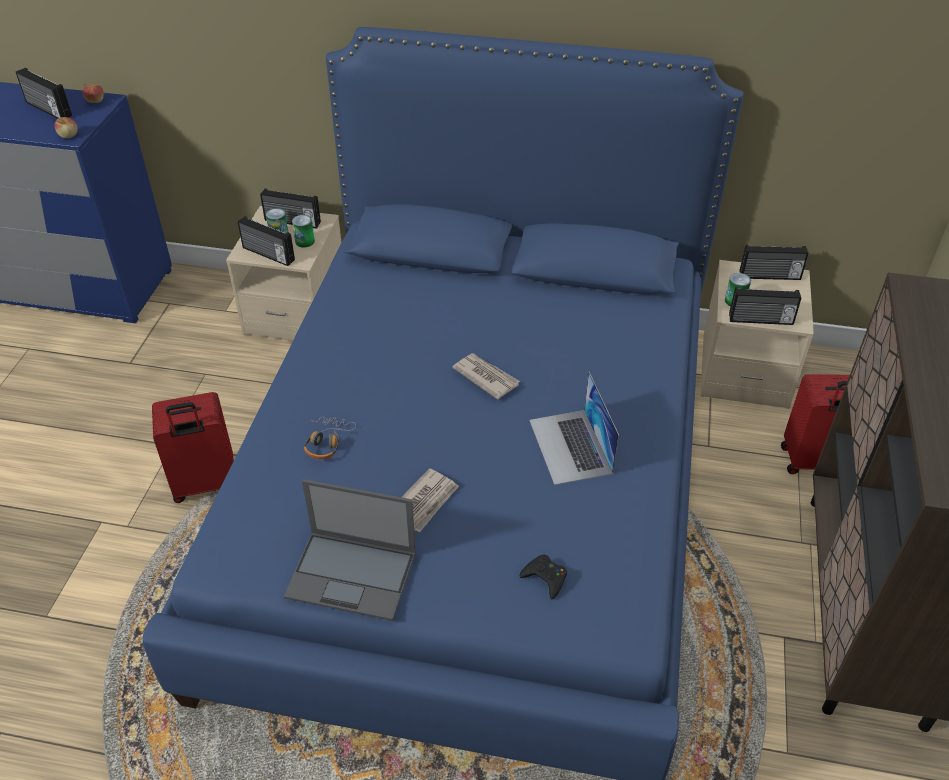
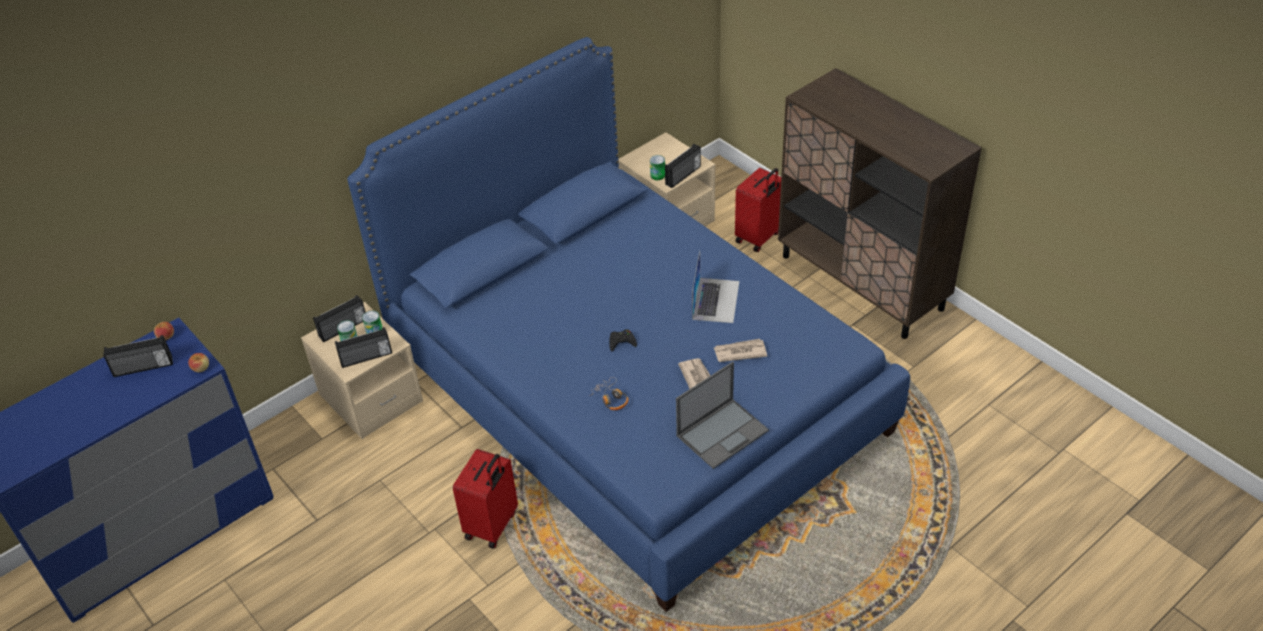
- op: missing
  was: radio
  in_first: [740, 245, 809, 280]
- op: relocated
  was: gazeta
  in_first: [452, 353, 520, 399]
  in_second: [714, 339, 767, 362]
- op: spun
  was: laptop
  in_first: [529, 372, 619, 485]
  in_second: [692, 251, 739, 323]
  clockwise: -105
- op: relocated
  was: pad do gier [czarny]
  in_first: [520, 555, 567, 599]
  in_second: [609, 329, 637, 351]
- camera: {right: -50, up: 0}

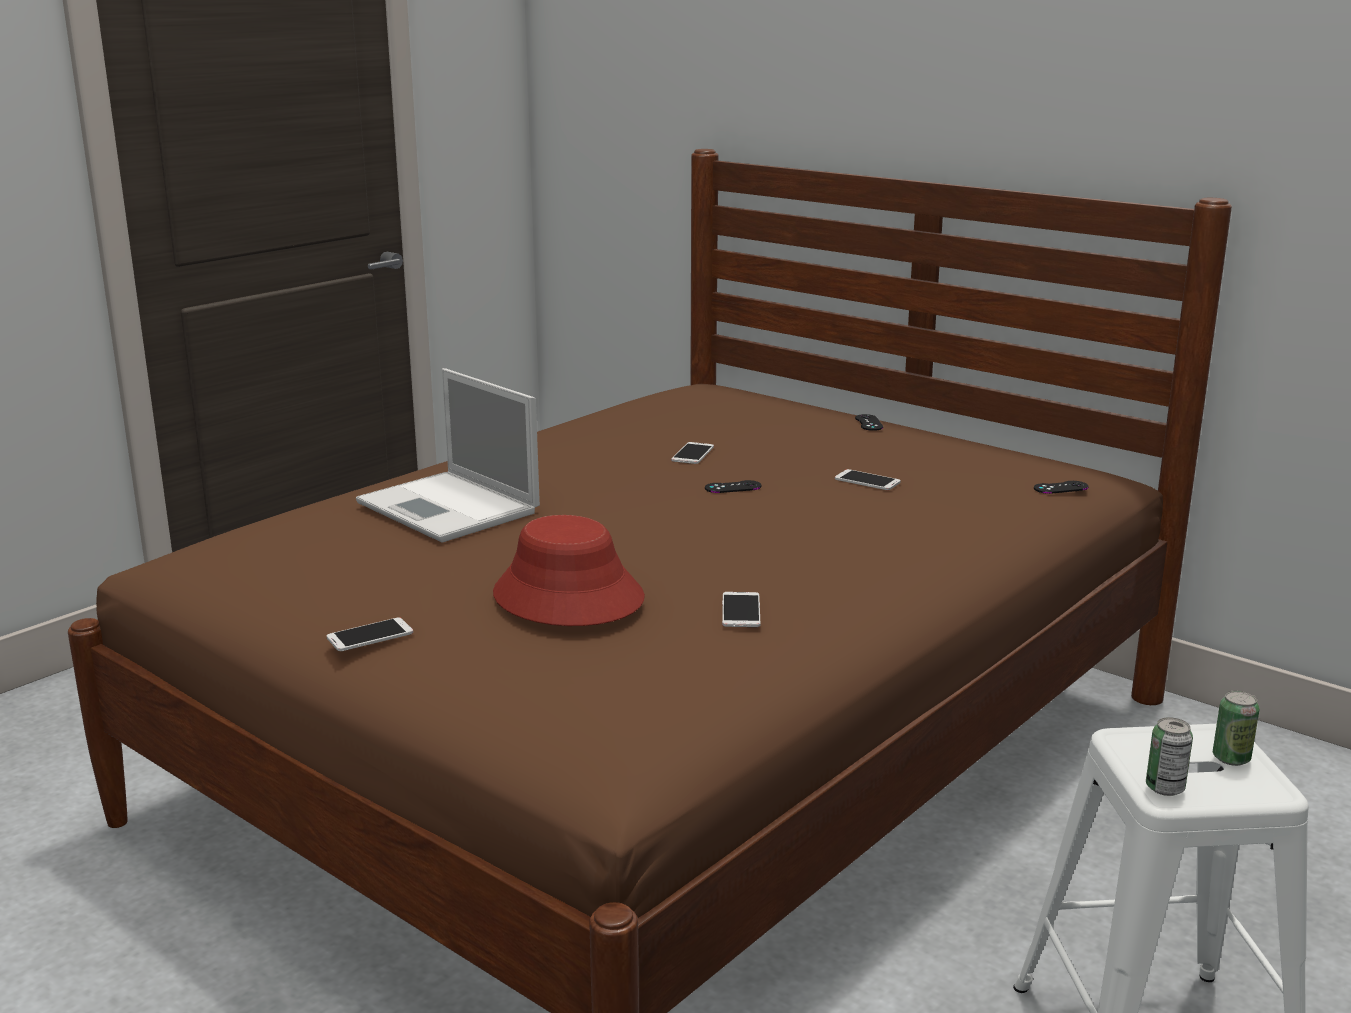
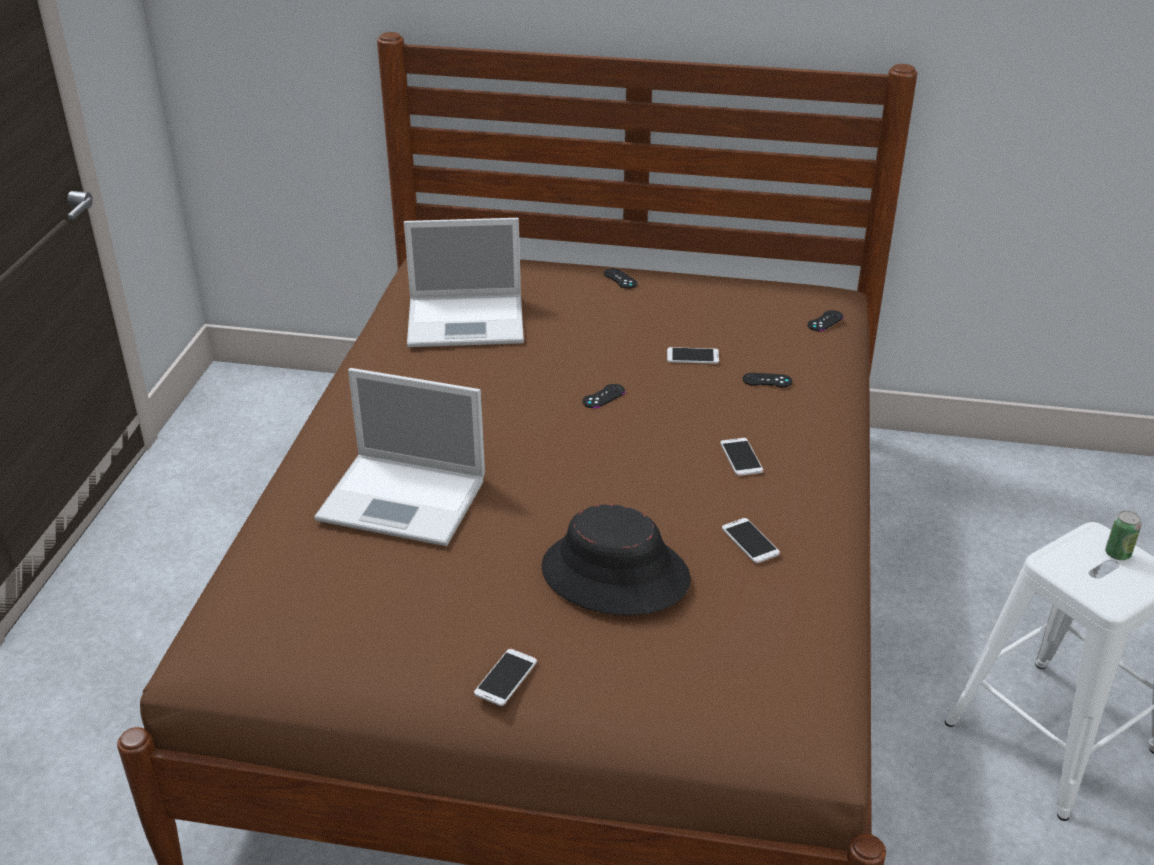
- op: relocated
  was: telefon
  in_first: [671, 442, 714, 464]
  in_second: [720, 438, 763, 476]
- op: colour
  was: kapelusz [czerwony]
  now: kapelusz [czarny]
  in_first: [493, 515, 645, 626]
  in_second: [541, 504, 691, 615]
- op: missing
  was: puszka
  in_first: [1146, 717, 1193, 796]
- op: appeared
  now: laptop
  in_second: [404, 218, 524, 347]
- op: appeared
  now: pad do gier [czarny]
  in_second: [743, 373, 792, 387]
- camera: {right: -30, up: 15}

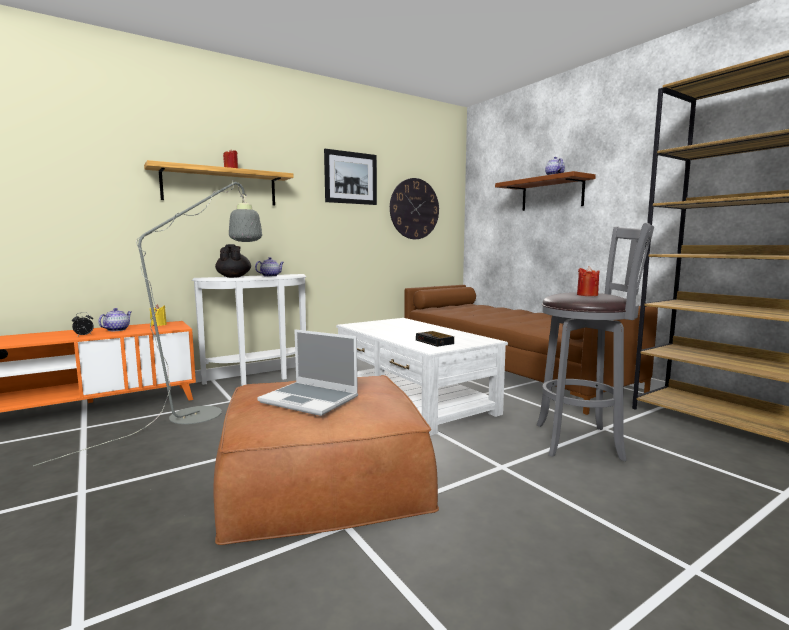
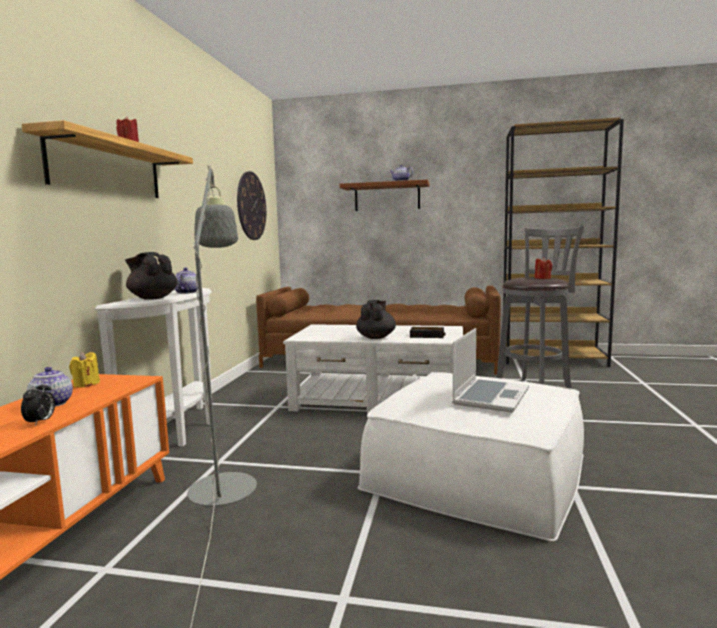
- op: missing
  was: obraz
  in_first: [324, 149, 377, 205]
- op: spun
  was: laptop
  in_first: [257, 329, 358, 416]
  in_second: [452, 328, 529, 413]
  clockwise: -45
- op: colour
  was: pufa [brązowy]
  now: pufa [biały]
  in_first: [214, 375, 439, 545]
  in_second: [358, 372, 584, 542]
- op: appeared
  now: imbryk [czarny]
  in_second: [356, 300, 396, 339]
- camera: {right: -45, up: 0}

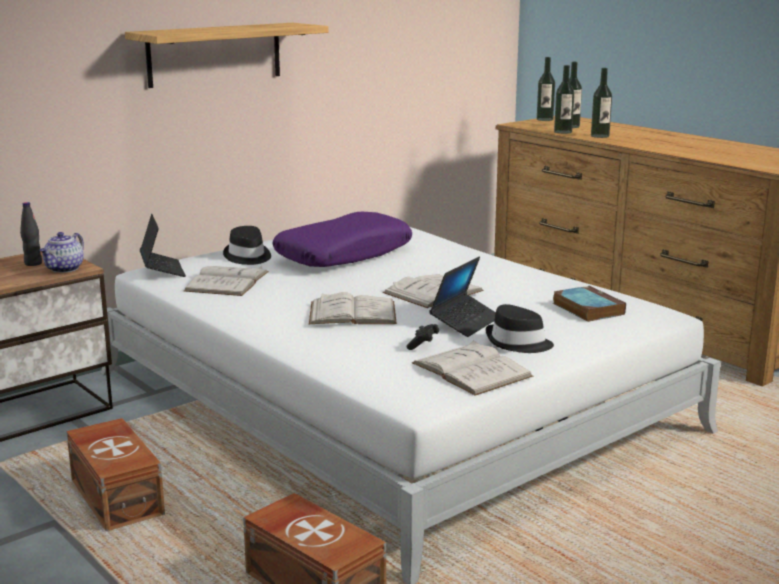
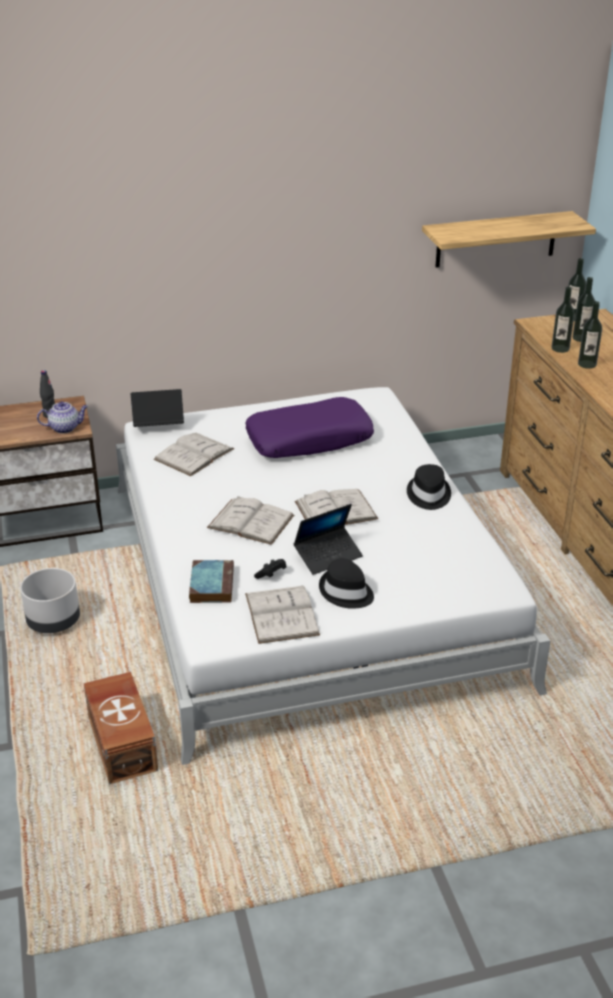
- op: relocated
  was: półka
  in_first: [125, 23, 328, 88]
  in_second: [422, 211, 596, 268]
- op: spun
  was: laptop
  in_first: [140, 214, 186, 277]
  in_second: [131, 389, 184, 427]
  clockwise: -105
- op: relocated
  was: kapelusz [czarny]
  in_first: [223, 226, 271, 265]
  in_second: [407, 464, 451, 510]
- op: spun
  was: imbryk
  in_first: [40, 232, 84, 273]
  in_second: [37, 402, 88, 433]
  clockwise: -150
- op: relocated
  was: książka
  in_first: [553, 286, 626, 322]
  in_second: [189, 560, 234, 603]
- op: exchanged
  was: pojemnik do przechowywania [brązowy]
  now: donica [szary]
  in_first: [66, 418, 165, 531]
  in_second: [20, 568, 80, 633]
- camera: {right: 25, up: 15}

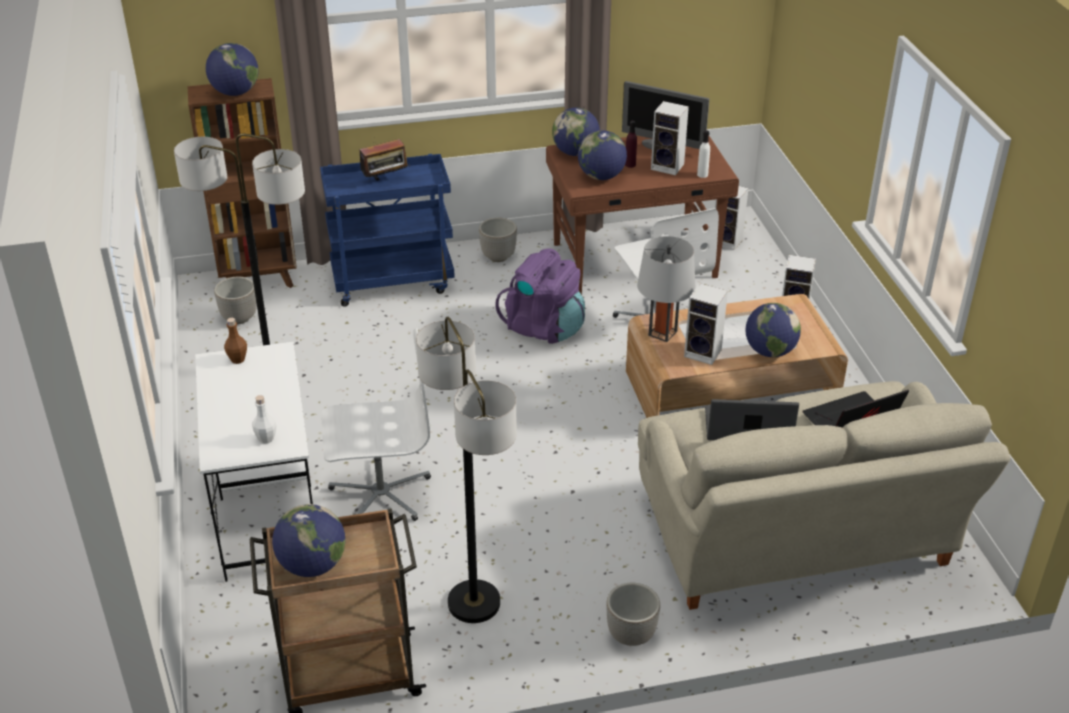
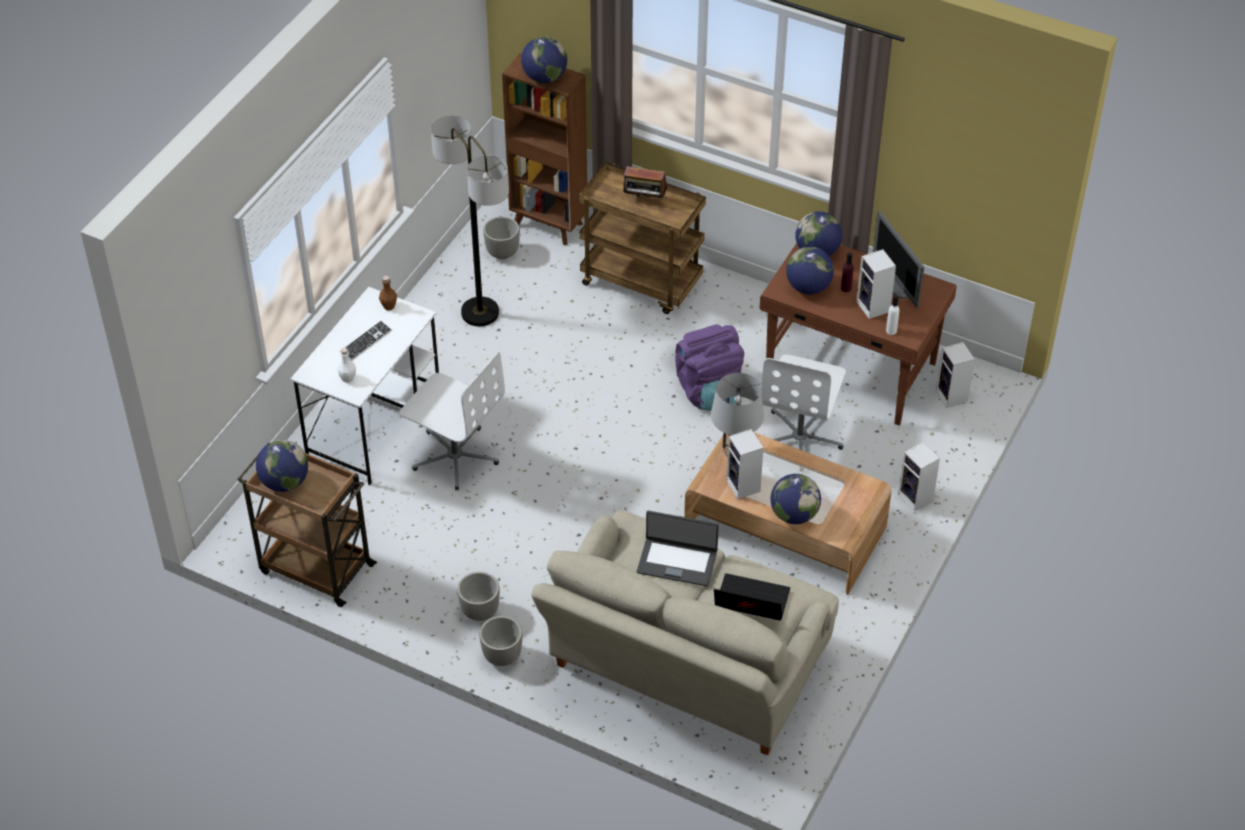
- op: colour
  was: wózek [niebieski]
  now: wózek [brązowy]
  in_first: [320, 154, 455, 307]
  in_second: [579, 162, 706, 314]
- op: relocated
  was: donica
  in_first: [479, 218, 517, 262]
  in_second: [457, 572, 500, 621]
- op: missing
  was: lampa stojąca
  in_first: [416, 317, 517, 623]
- op: spun
  was: laptop
  in_first: [705, 399, 799, 440]
  in_second: [637, 511, 719, 586]
  clockwise: 150
- op: appeared
  now: klawiatura
  in_second: [340, 320, 392, 361]
- camera: {right: 40, up: 10}

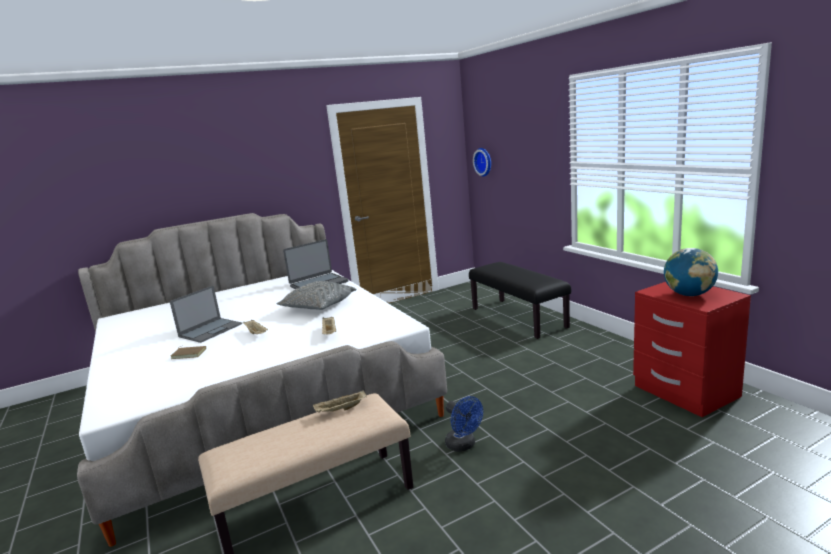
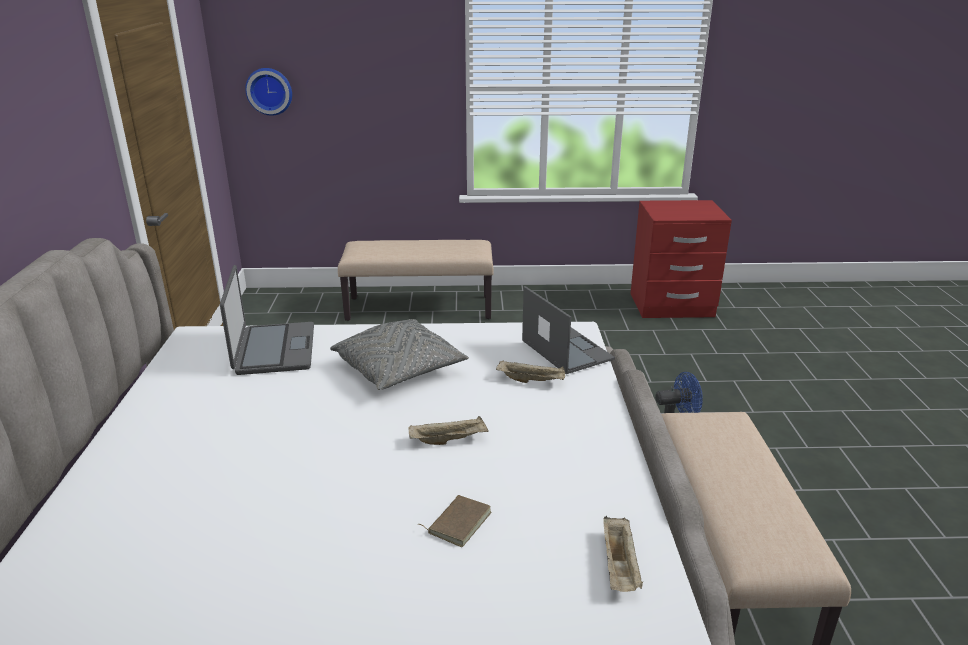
- op: missing
  was: globus
  in_first: [664, 248, 718, 296]
- op: colour
  was: ławka [czarny]
  now: ławka [beżowy]
  in_first: [469, 262, 571, 339]
  in_second: [338, 240, 494, 321]
- op: relocated
  was: laptop
  in_first: [170, 286, 242, 343]
  in_second: [522, 286, 615, 374]
- op: relocated
  was: taca [beżowy]
  in_first: [313, 390, 367, 412]
  in_second: [603, 516, 643, 592]
- camera: {right: -65, up: 10}

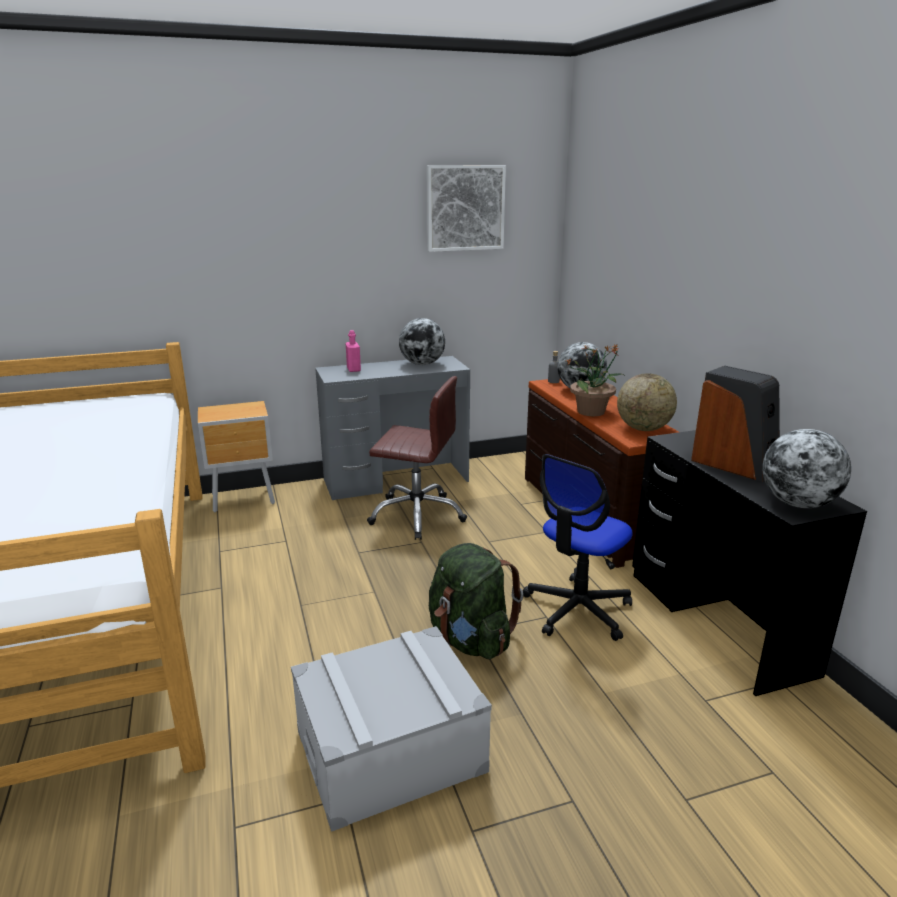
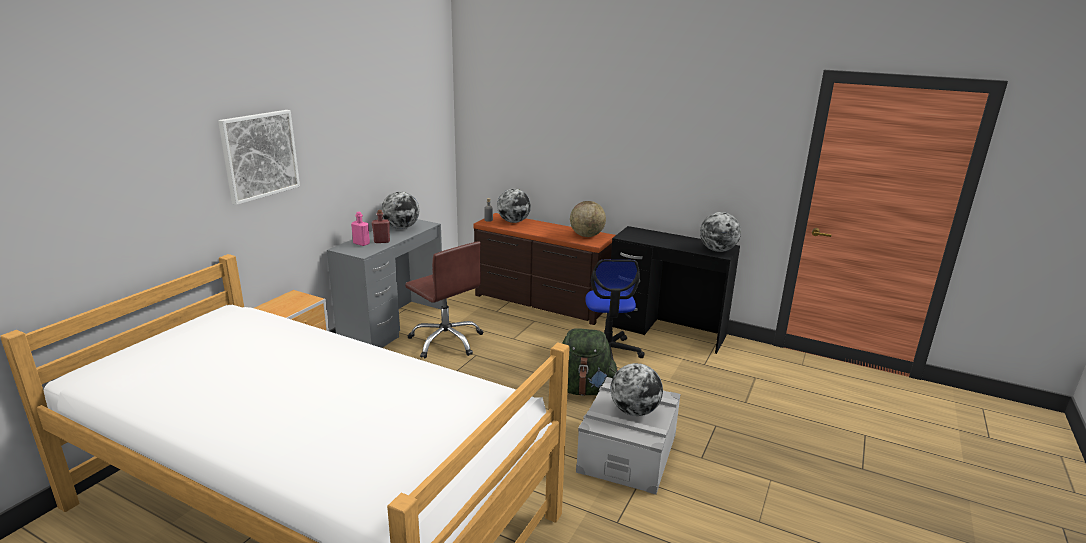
- op: relocated
  was: obraz
  in_first: [427, 165, 506, 252]
  in_second: [218, 110, 300, 205]
- op: missing
  was: roślina doniczkowa
  in_first: [566, 343, 624, 416]
- op: missing
  was: głośnik
  in_first: [691, 366, 780, 482]
- op: spun
  was: krzesło biurowe [brązowy]
  in_first: [367, 376, 467, 540]
  in_second: [405, 241, 483, 358]
  clockwise: 75
- op: appeared
  now: butelka [czerwony]
  in_second: [372, 210, 390, 243]
- op: appeared
  now: globus
  in_second: [611, 363, 663, 416]
- camera: {right: -45, up: 0}

